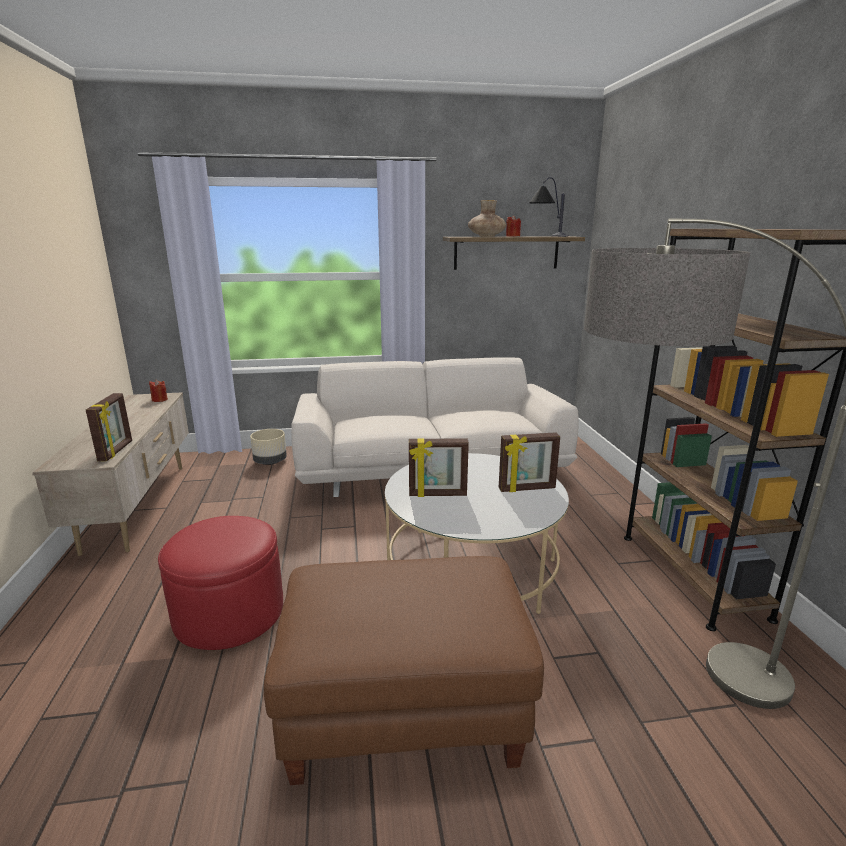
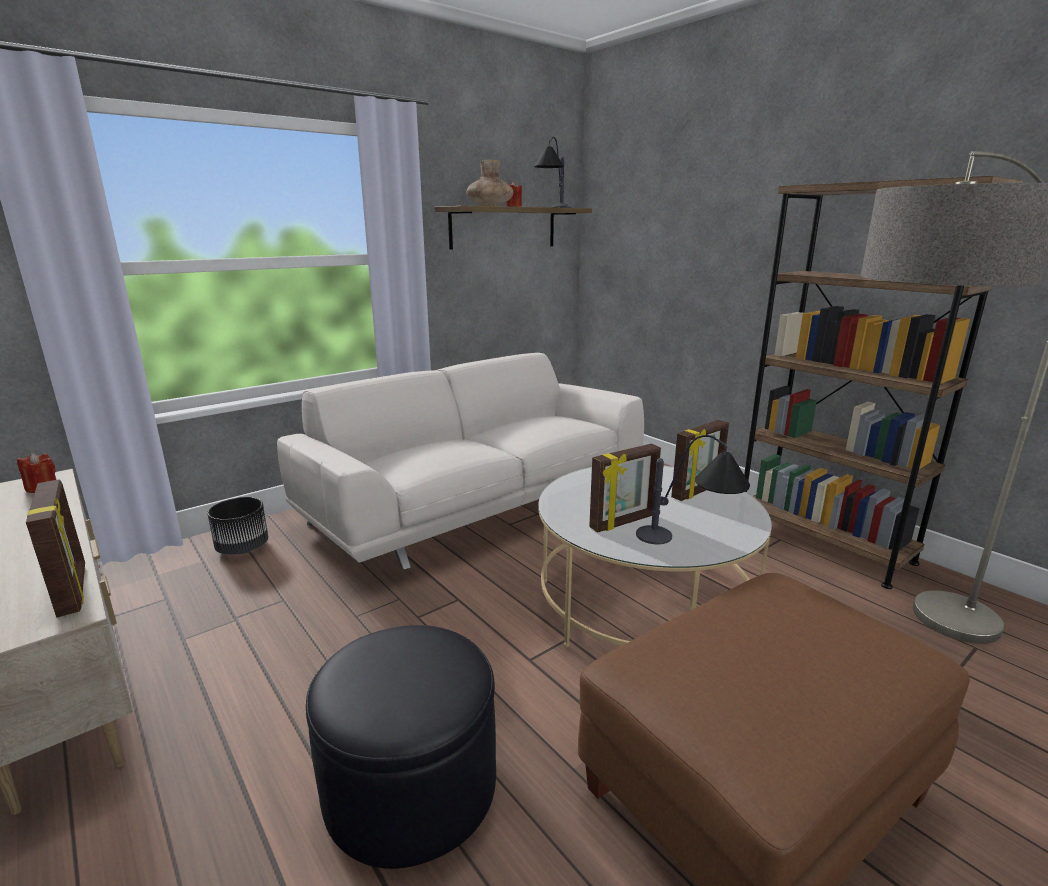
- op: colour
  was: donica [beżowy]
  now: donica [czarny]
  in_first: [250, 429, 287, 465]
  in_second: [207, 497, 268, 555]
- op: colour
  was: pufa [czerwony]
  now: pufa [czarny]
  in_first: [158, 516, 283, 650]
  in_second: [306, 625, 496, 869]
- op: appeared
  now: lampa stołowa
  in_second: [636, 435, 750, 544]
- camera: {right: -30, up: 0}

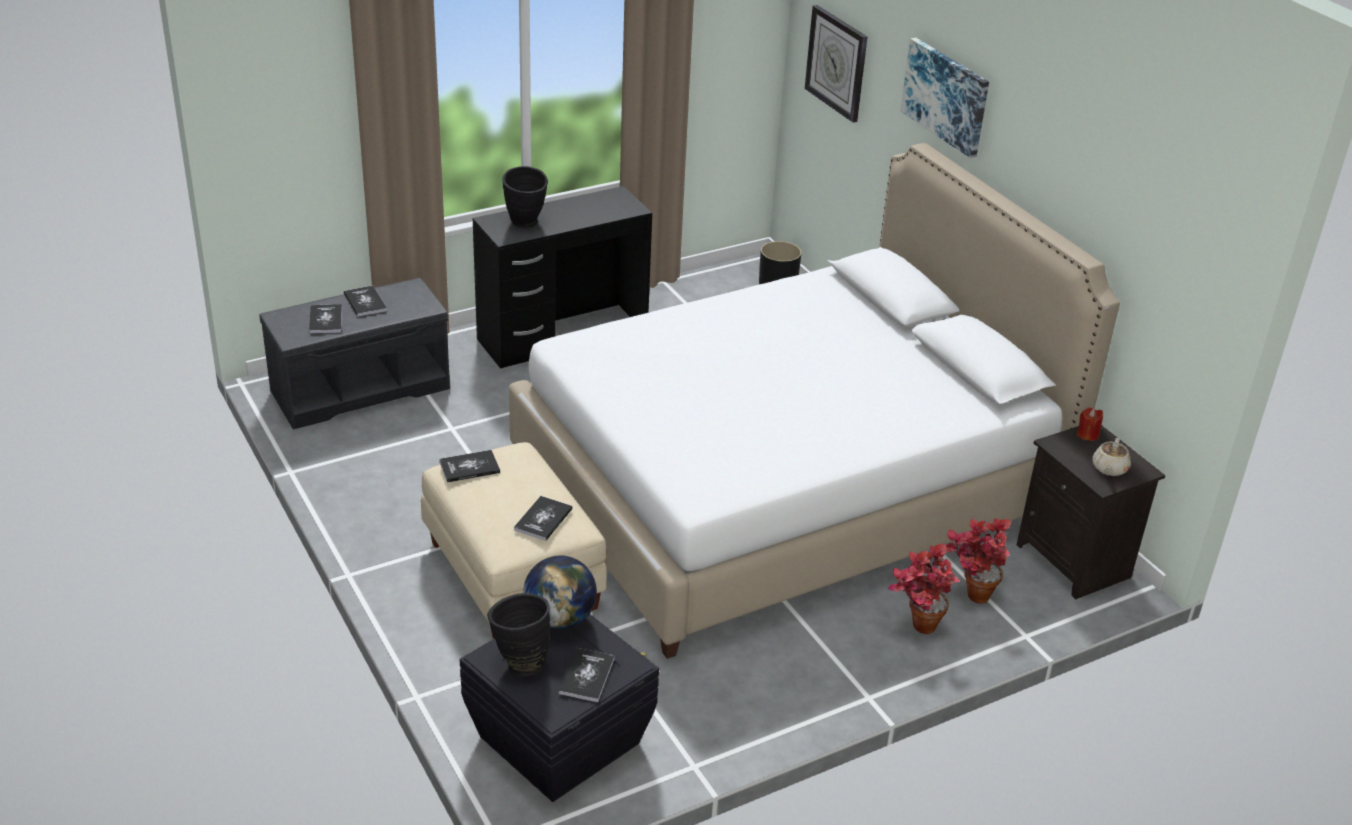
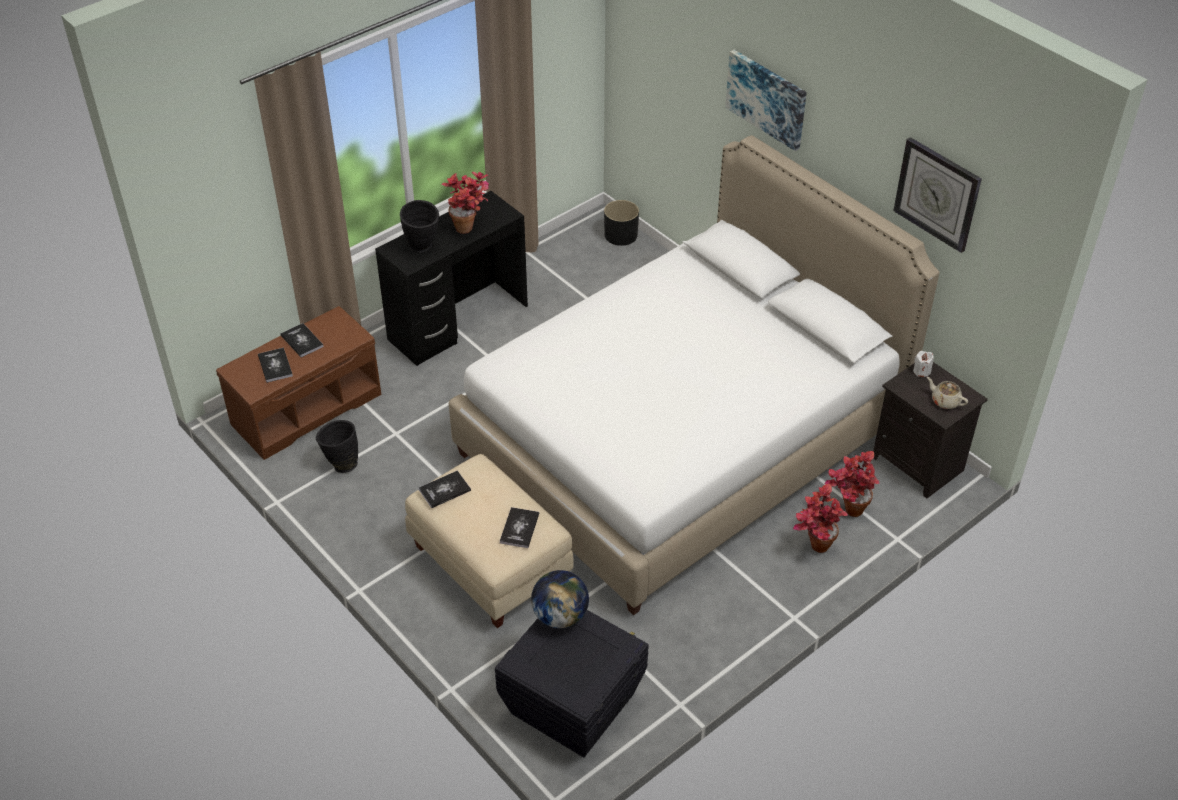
- op: relocated
  was: zegar ścienny
  in_first: [805, 5, 868, 123]
  in_second: [893, 137, 982, 253]
- op: colour
  was: ławka [szary]
  now: ławka [brązowy]
  in_first: [259, 278, 450, 430]
  in_second: [216, 306, 381, 460]
- op: colour
  was: świeca [czerwony]
  now: świeca [biały]
  in_first: [1077, 407, 1103, 441]
  in_second: [913, 351, 934, 377]
- op: spun
  was: imbryk [beżowy]
  in_first: [1092, 438, 1131, 476]
  in_second: [927, 377, 968, 409]
  clockwise: 120
- op: relocated
  was: wazon [czarny]
  in_first: [487, 593, 550, 676]
  in_second: [316, 420, 358, 473]
- op: missing
  was: książka
  in_first: [558, 648, 615, 702]
- op: appeared
  now: roślina doniczkowa
  in_second: [442, 172, 490, 234]
- camera: {right: -10, up: 10}

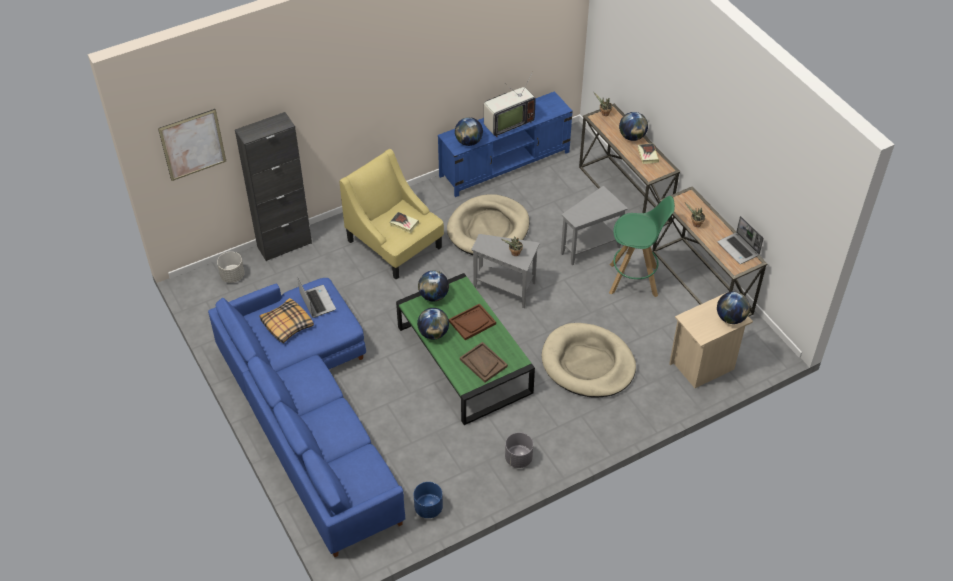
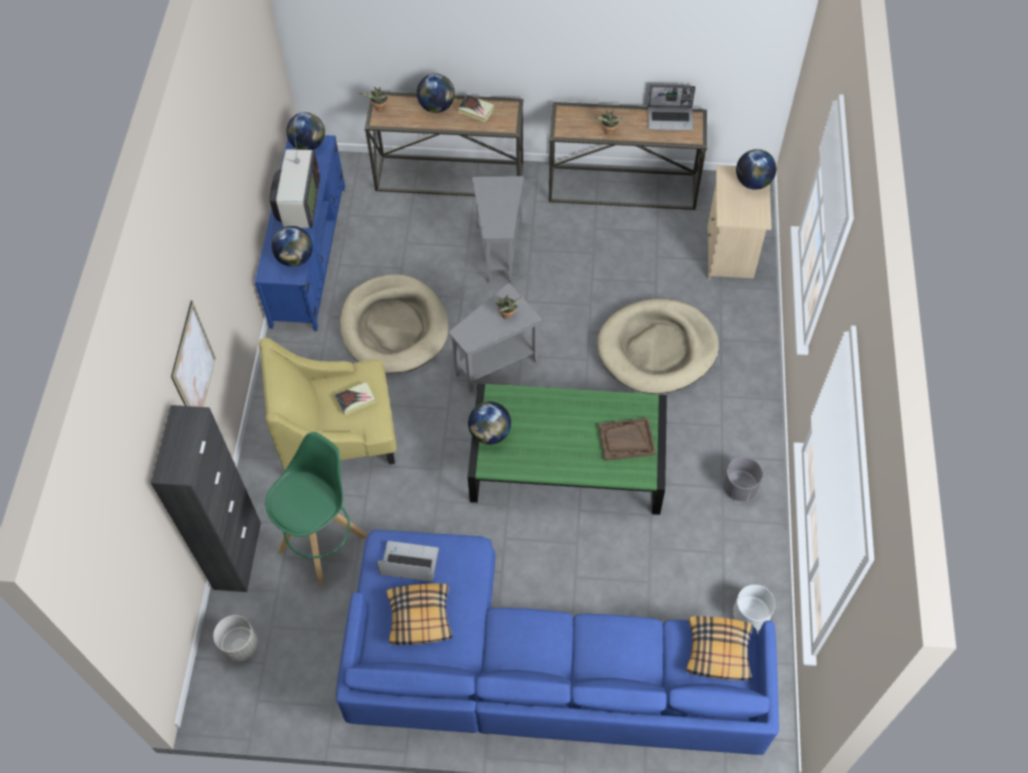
- op: relocated
  was: obraz
  in_first: [158, 109, 226, 181]
  in_second: [171, 300, 216, 407]
- op: relocated
  was: stołek [zielony]
  in_first: [609, 196, 675, 297]
  in_second: [265, 432, 367, 585]
- op: missing
  was: taca [brązowy]
  in_first: [449, 303, 496, 340]
- op: relocated
  was: globus
  in_first: [417, 308, 449, 339]
  in_second: [286, 112, 325, 150]
- op: colour
  was: donica [niebieski]
  now: donica [biały]
  in_first: [414, 482, 443, 518]
  in_second: [733, 585, 775, 631]
- op: appeared
  now: poduszka
  in_second: [686, 616, 753, 680]
- camera: {right: -55, up: 10}

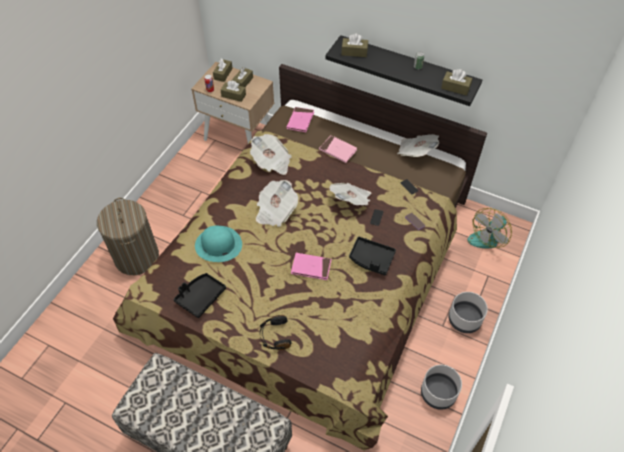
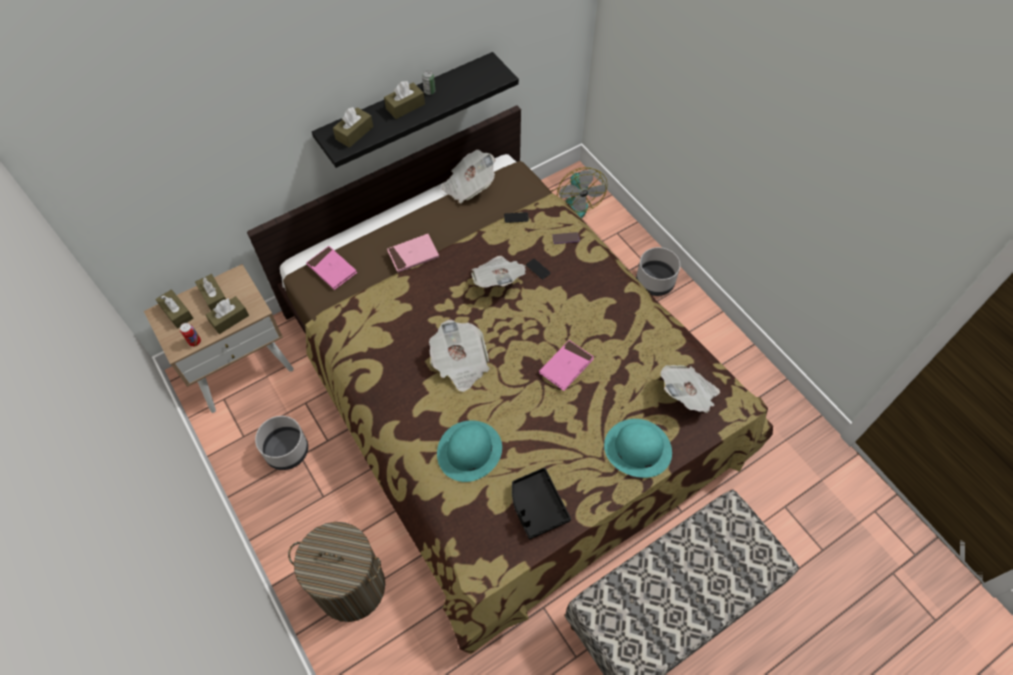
- op: relocated
  was: pudełko chusteczek [brązowy]
  in_first: [441, 69, 473, 96]
  in_second: [384, 81, 425, 119]
- op: relocated
  was: gazeta
  in_first: [250, 134, 291, 175]
  in_second: [661, 365, 720, 413]
- op: missing
  was: taca [czarny]
  in_first: [349, 237, 396, 275]
- op: exchanged
  was: słuchawki [czarny]
  now: kapelusz [turkusowy]
  in_first: [260, 315, 291, 350]
  in_second: [604, 419, 672, 478]
- op: relocated
  was: donica [szary]
  in_first: [421, 365, 462, 410]
  in_second: [255, 416, 308, 470]
- camera: {right: -60, up: 5}

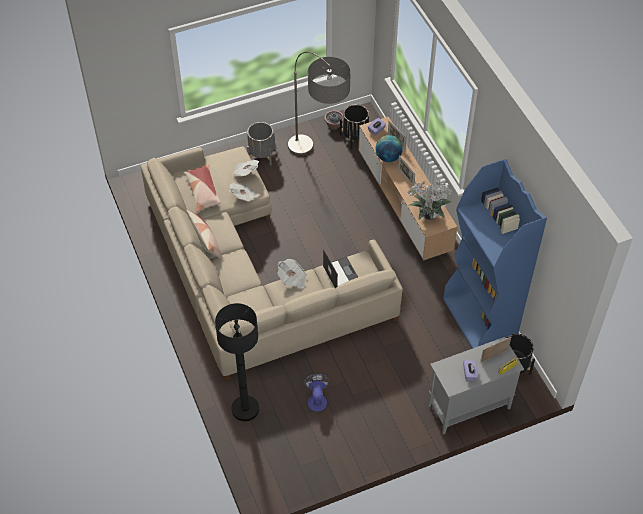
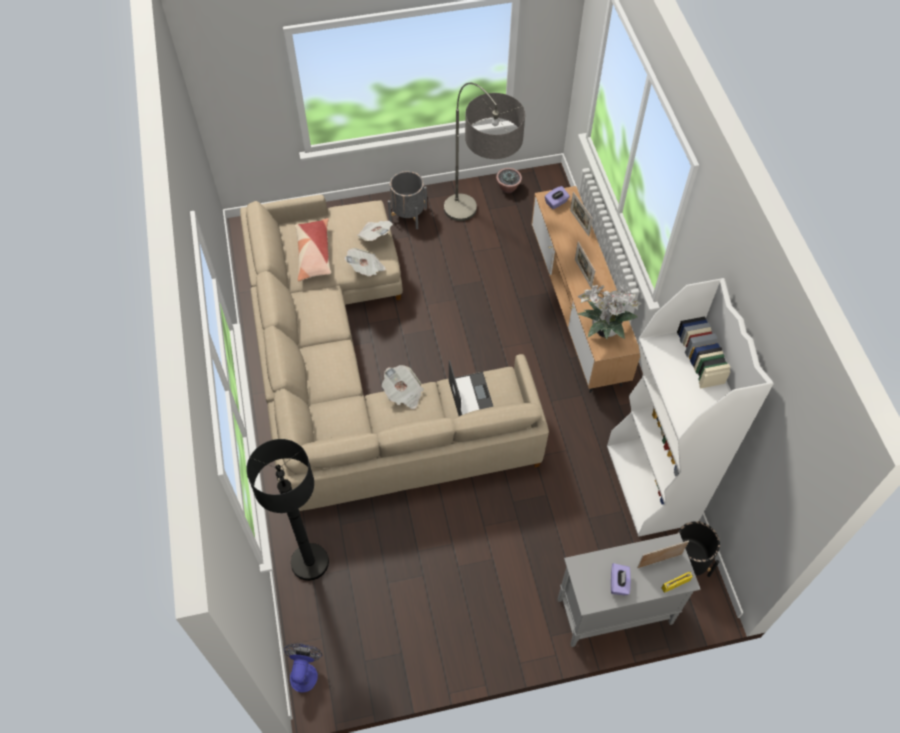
- op: missing
  was: donica [czarny]
  in_first: [340, 104, 369, 150]
- op: missing
  was: globus
  in_first: [376, 135, 403, 162]
- op: colour
  was: regał [niebieski]
  now: regał [biały]
  in_first: [443, 159, 547, 349]
  in_second: [607, 278, 774, 537]
- op: missing
  was: poduszka
  in_first: [186, 210, 222, 259]
- op: relocated
  was: wentylator
  in_first: [303, 374, 330, 412]
  in_second: [284, 644, 322, 693]
- camera: {right: 10, up: 5}

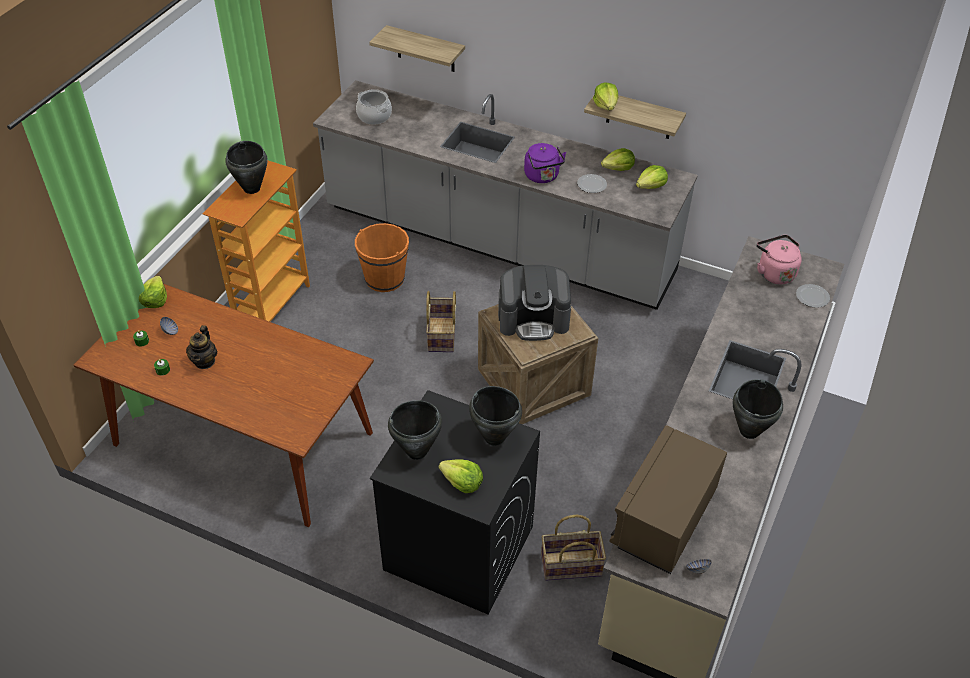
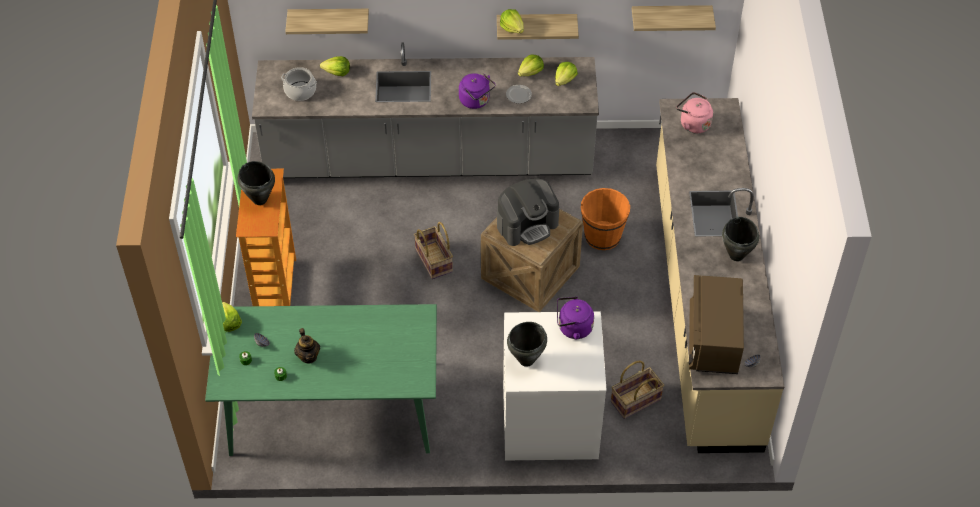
- op: relocated
  was: wiadro [pomarańczowy]
  in_first: [355, 223, 409, 292]
  in_second: [581, 188, 630, 250]
- op: colour
  was: stół jadalny [brązowy]
  now: stół jadalny [zielony]
  in_first: [74, 284, 374, 527]
  in_second: [205, 304, 437, 456]
- op: missing
  was: talerz
  in_first: [796, 284, 830, 308]
- op: exchanged
  was: garnek [czarny]
  now: czajnik [fioletowy]
  in_first: [469, 386, 522, 446]
  in_second: [557, 297, 594, 340]
- op: colour
  was: pralka [czarny]
  now: pralka [biały]
  in_first: [370, 390, 540, 615]
  in_second: [503, 311, 607, 461]
- op: relocated
  was: sałata
  in_first: [439, 459, 483, 493]
  in_second: [320, 56, 350, 76]
- op: appeared
  now: półka
  in_second: [632, 5, 716, 31]
- camera: {right: -25, up: 5}

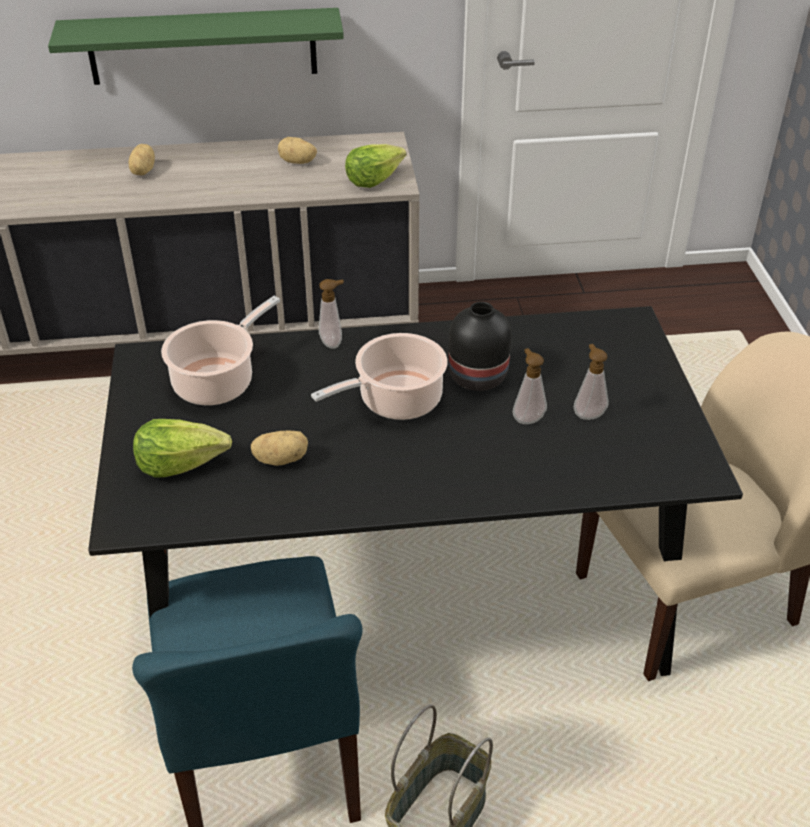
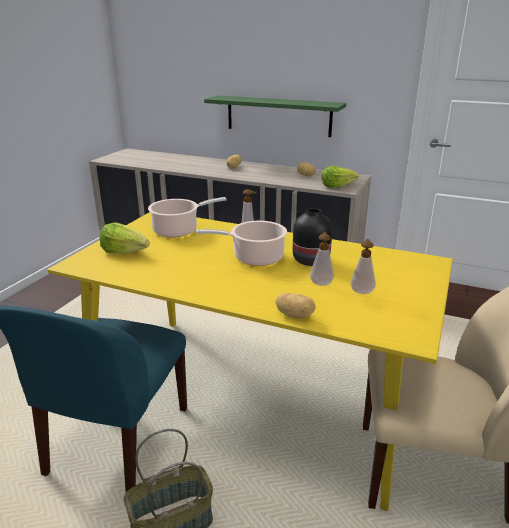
- op: colour
  was: stół jadalny [czarny]
  now: stół jadalny [żółty]
  in_first: [88, 306, 743, 676]
  in_second: [47, 212, 453, 511]
- op: relocated
  was: ziemniak
  in_first: [251, 431, 308, 466]
  in_second: [276, 293, 316, 318]
- camera: {right: 30, up: -15}

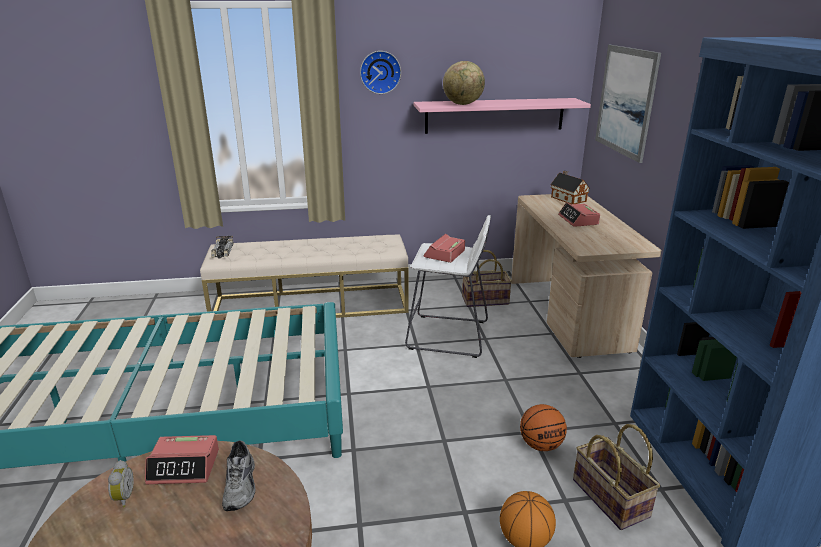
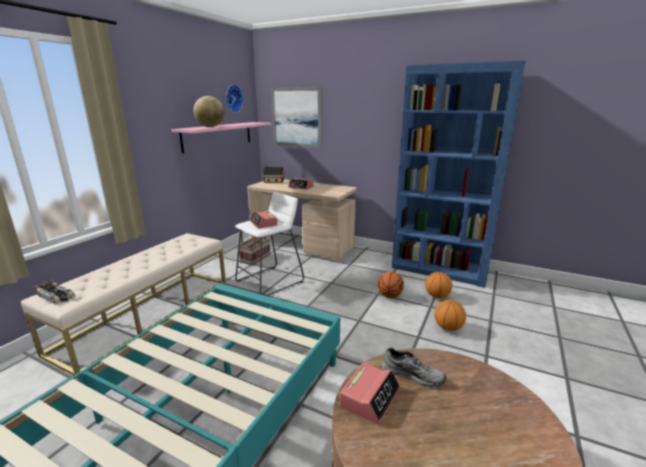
- op: relocated
  was: zegar ścienny
  in_first: [360, 51, 401, 94]
  in_second: [226, 85, 243, 113]
- op: exchanged
  was: koszyk
  now: piłka do koszykówki
  in_first: [573, 424, 660, 530]
  in_second: [425, 272, 452, 298]
- op: missing
  was: budzik
  in_first: [108, 460, 134, 507]
- camera: {right: -55, up: -5}

